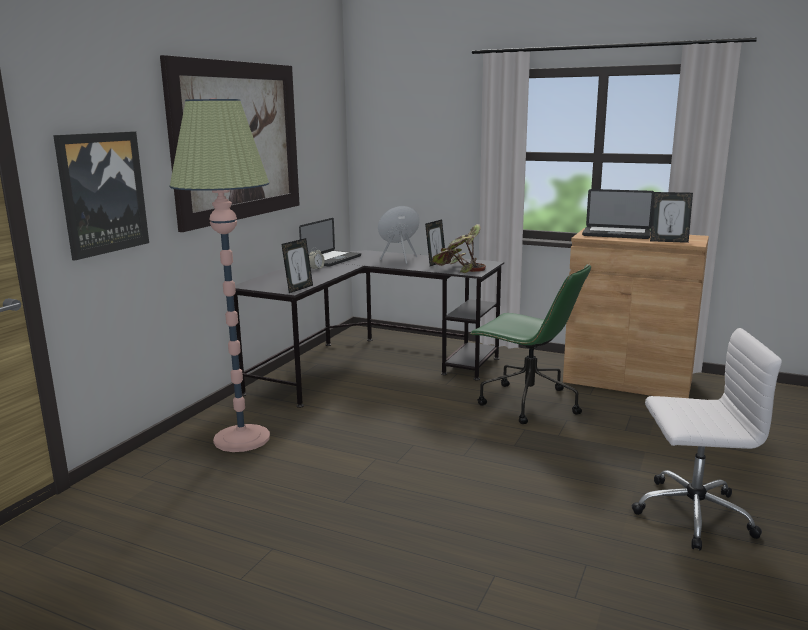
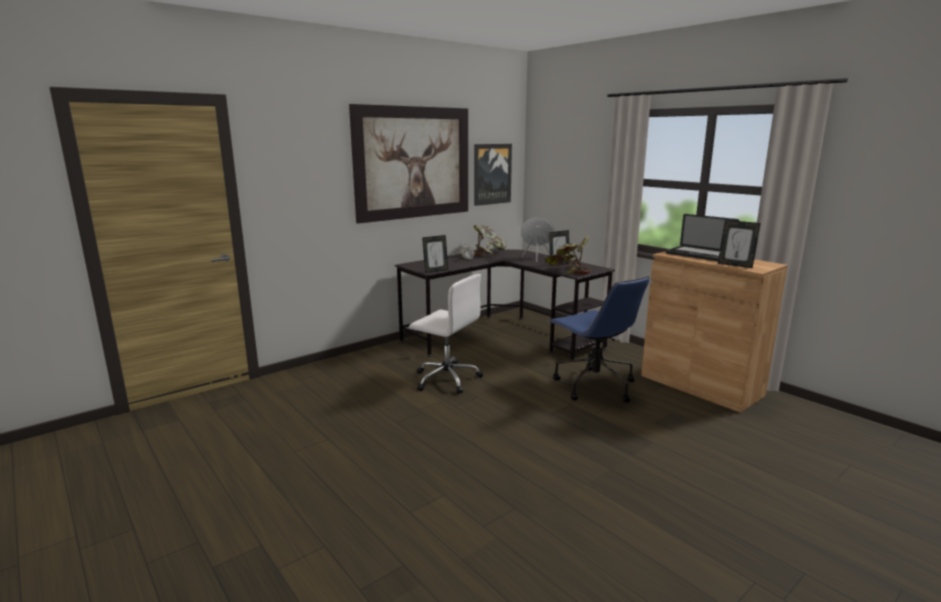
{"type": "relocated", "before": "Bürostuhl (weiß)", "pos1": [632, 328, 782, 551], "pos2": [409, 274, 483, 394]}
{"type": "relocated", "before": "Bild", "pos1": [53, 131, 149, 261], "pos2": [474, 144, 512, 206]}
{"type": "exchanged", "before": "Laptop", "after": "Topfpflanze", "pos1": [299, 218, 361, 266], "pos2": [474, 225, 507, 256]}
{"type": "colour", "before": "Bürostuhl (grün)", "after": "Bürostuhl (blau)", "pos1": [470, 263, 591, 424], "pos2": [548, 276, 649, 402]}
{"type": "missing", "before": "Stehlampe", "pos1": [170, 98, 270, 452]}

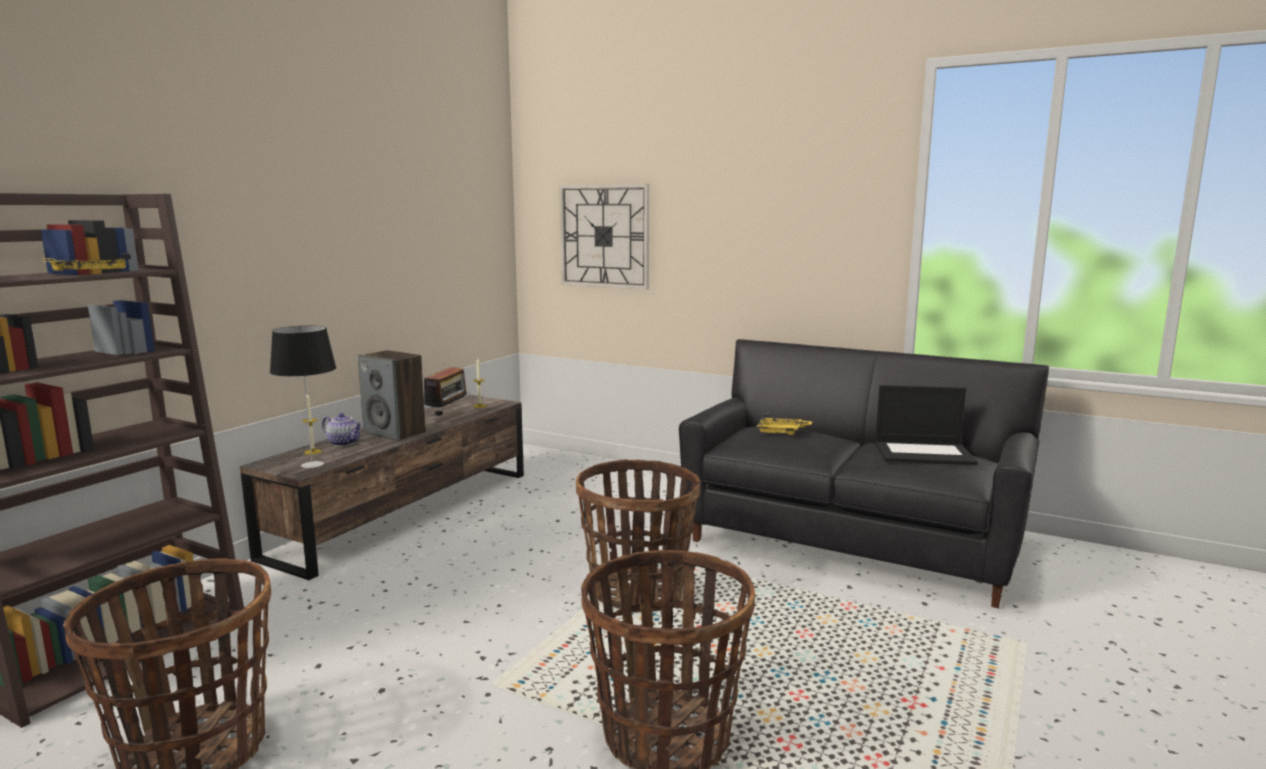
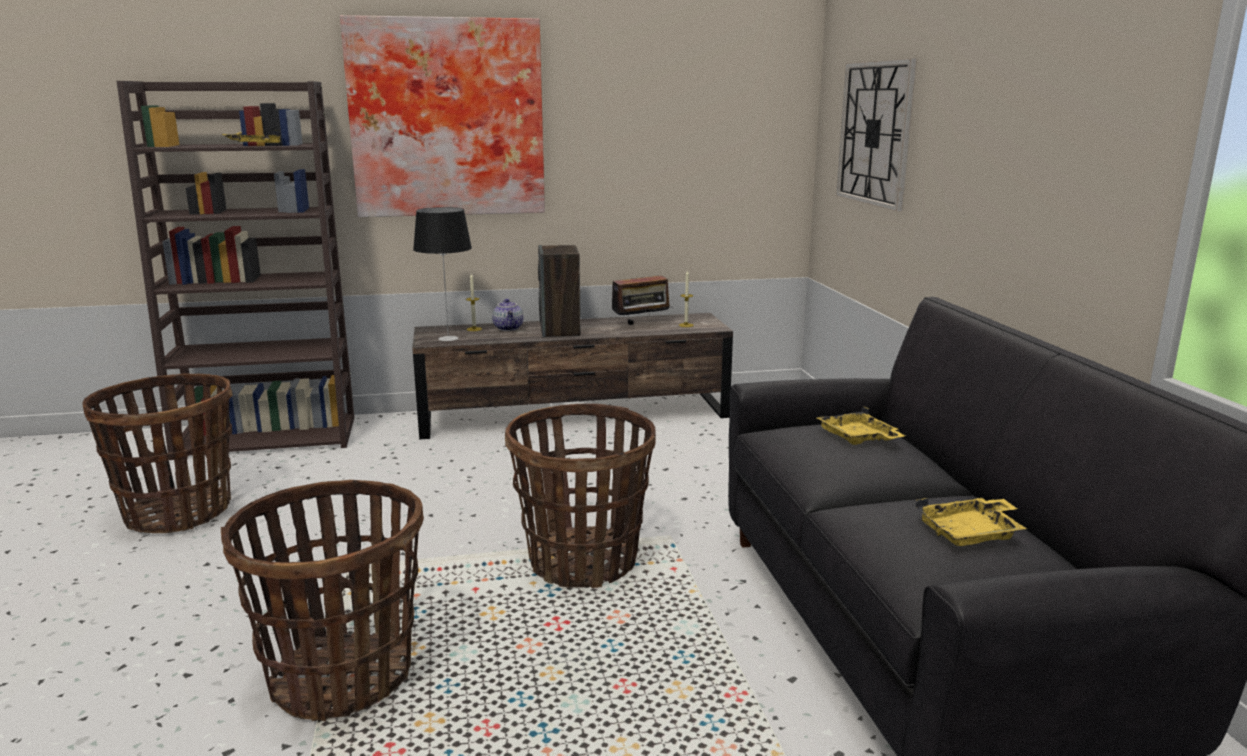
{"type": "appeared", "after": "Bild", "pos2": [340, 15, 545, 217]}
{"type": "exchanged", "before": "Laptop", "after": "Tablett (gelb)", "pos1": [875, 385, 978, 465], "pos2": [916, 497, 1027, 546]}

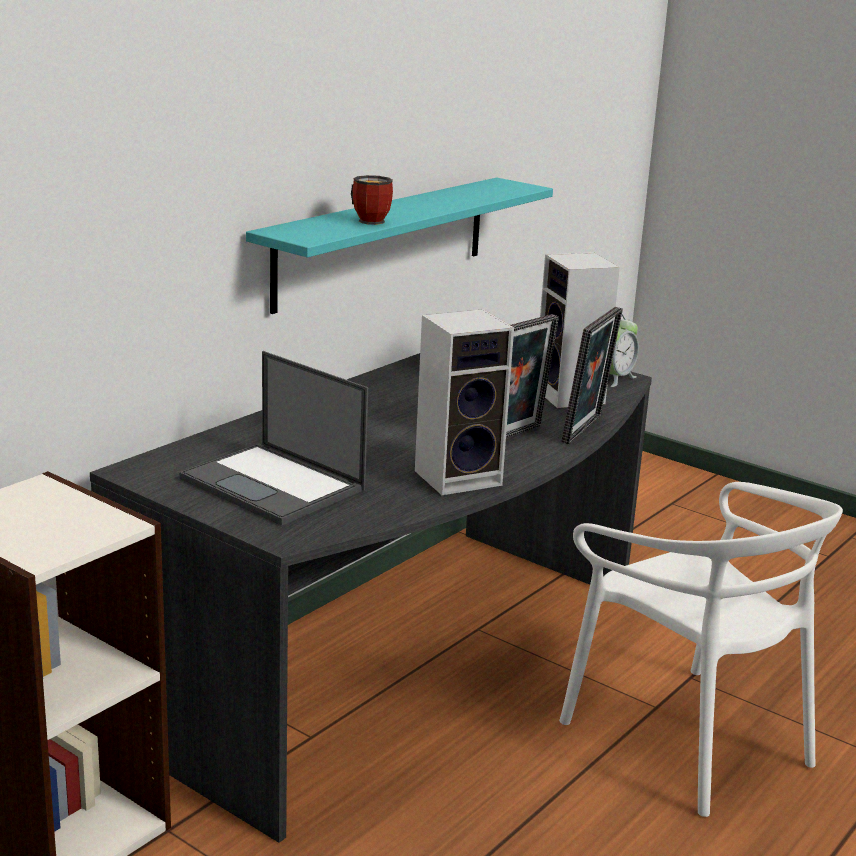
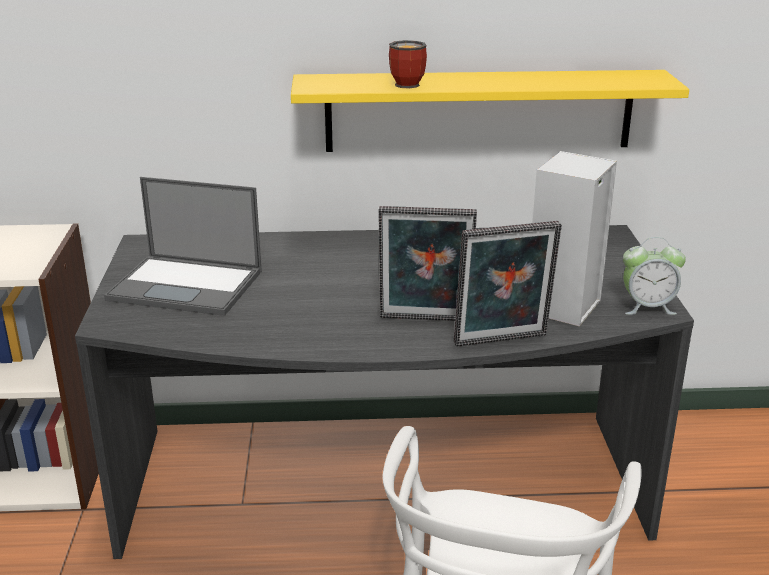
{"type": "spun", "before": "Laptop", "pos1": [179, 351, 368, 526], "pos2": [104, 177, 262, 316], "turn": -75}
{"type": "colour", "before": "Wandregal (türkis)", "after": "Wandregal (gelb)", "pos1": [246, 178, 553, 314], "pos2": [291, 70, 689, 152]}
{"type": "missing", "before": "Lautsprecher", "pos1": [415, 309, 514, 495]}

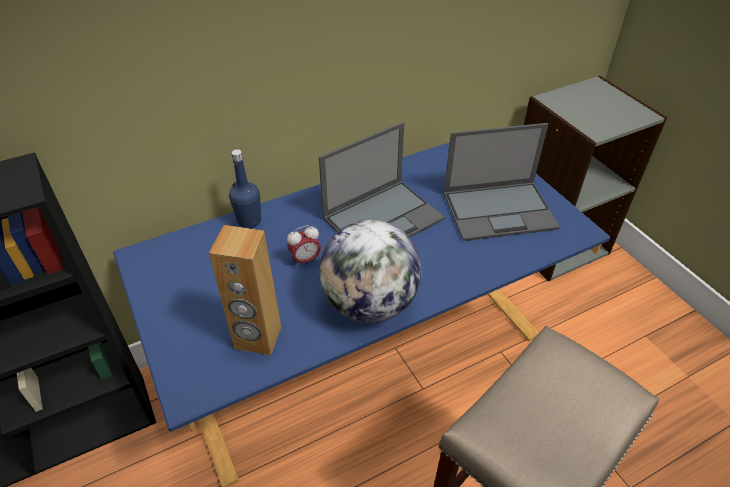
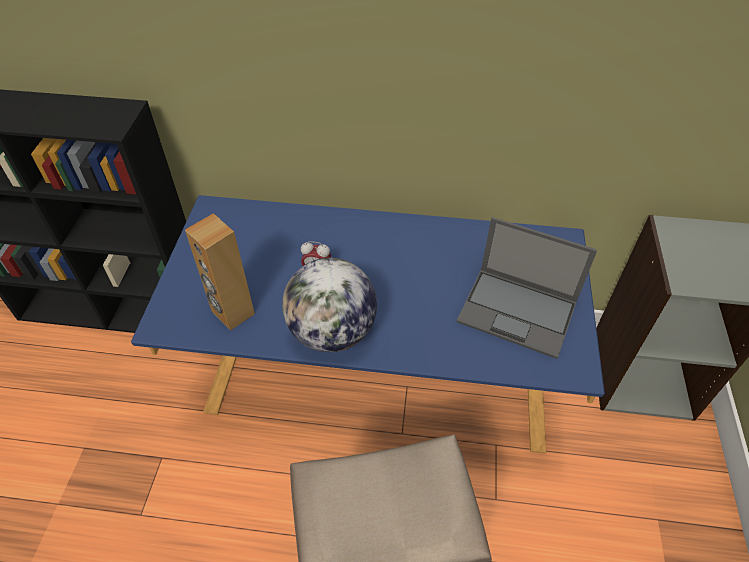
{"type": "missing", "before": "Flasche (blau)", "pos1": [229, 149, 261, 228]}
{"type": "missing", "before": "Laptop", "pos1": [319, 122, 445, 238]}

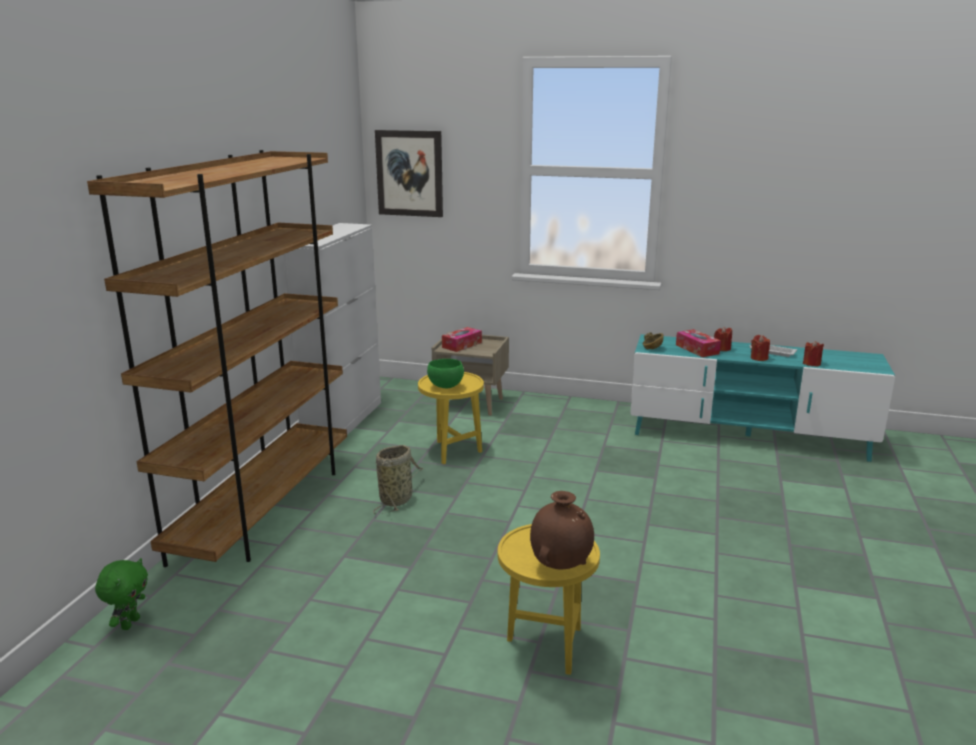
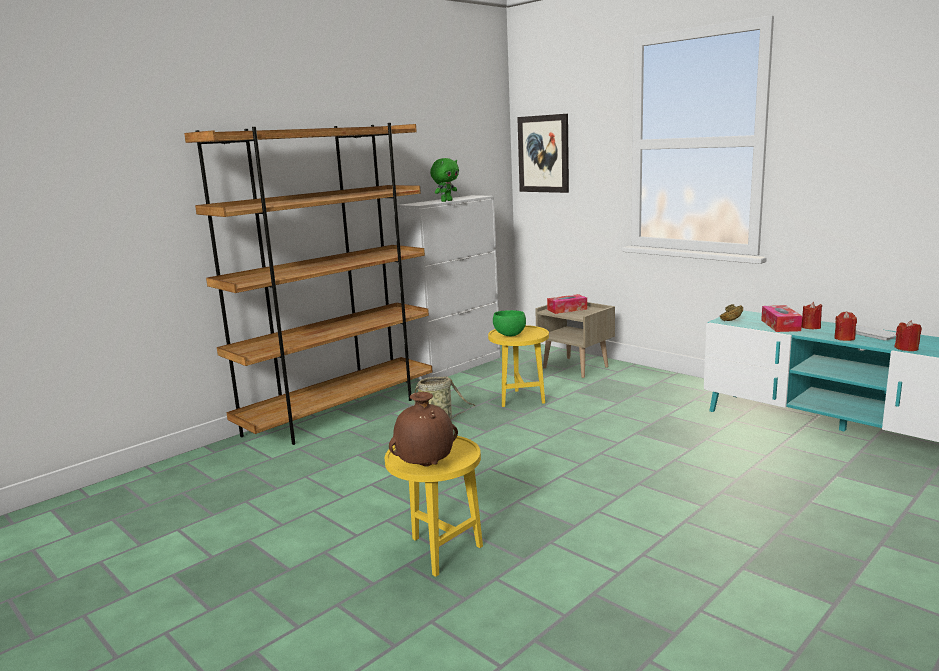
{"type": "relocated", "before": "Plüschtier (grün)", "pos1": [95, 558, 148, 630], "pos2": [430, 158, 459, 202]}

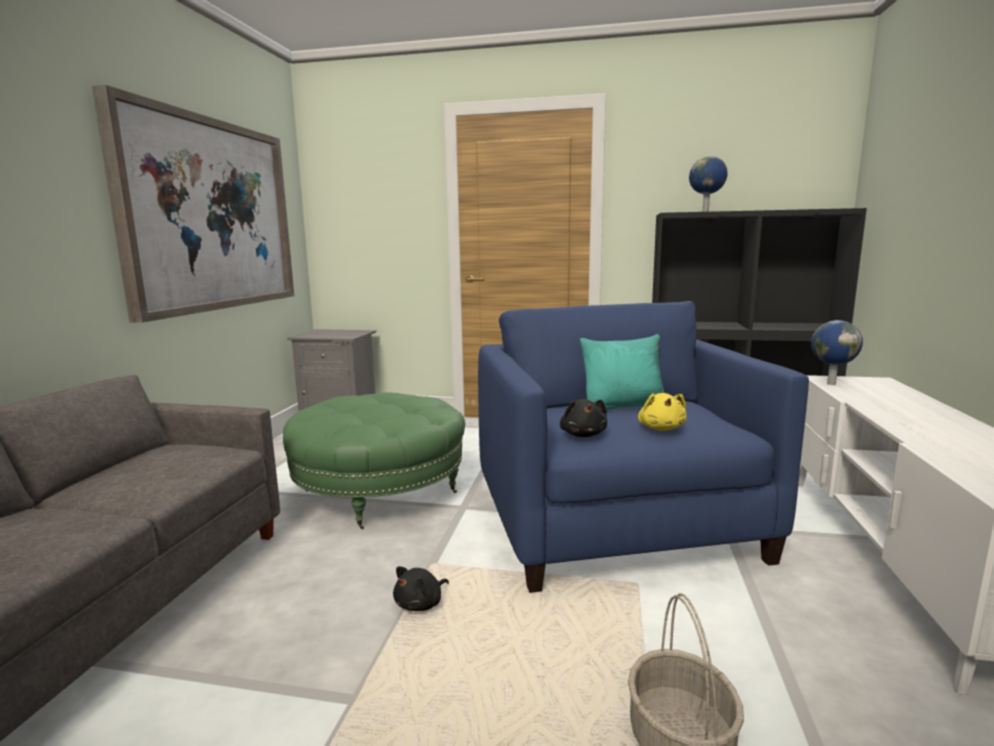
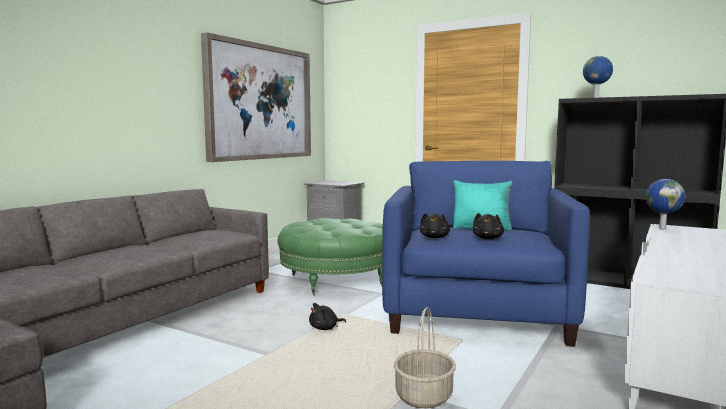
{"type": "colour", "before": "Plüschtier (gelb)", "after": "Plüschtier (schwarz)", "pos1": [638, 393, 686, 431], "pos2": [473, 213, 504, 239]}

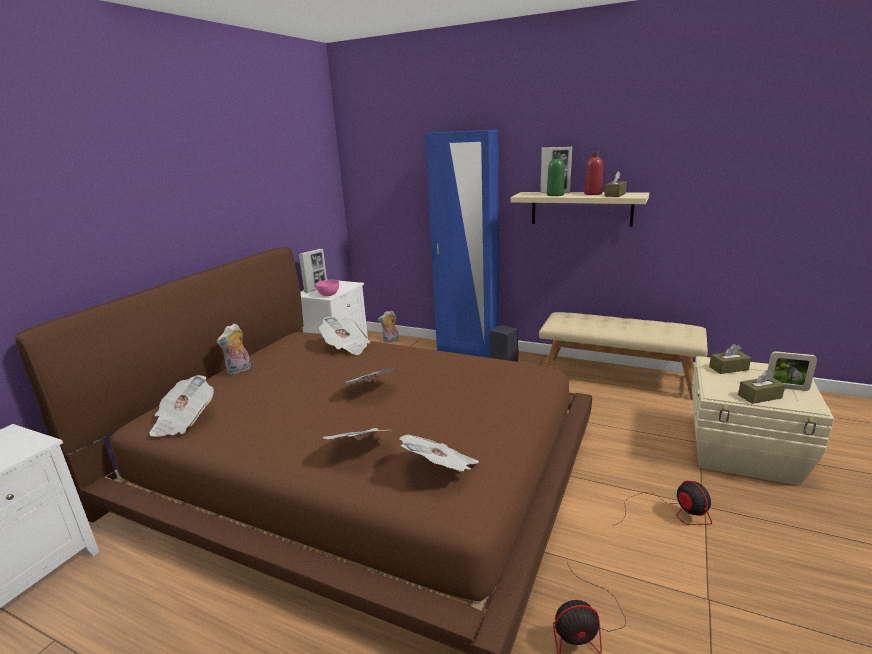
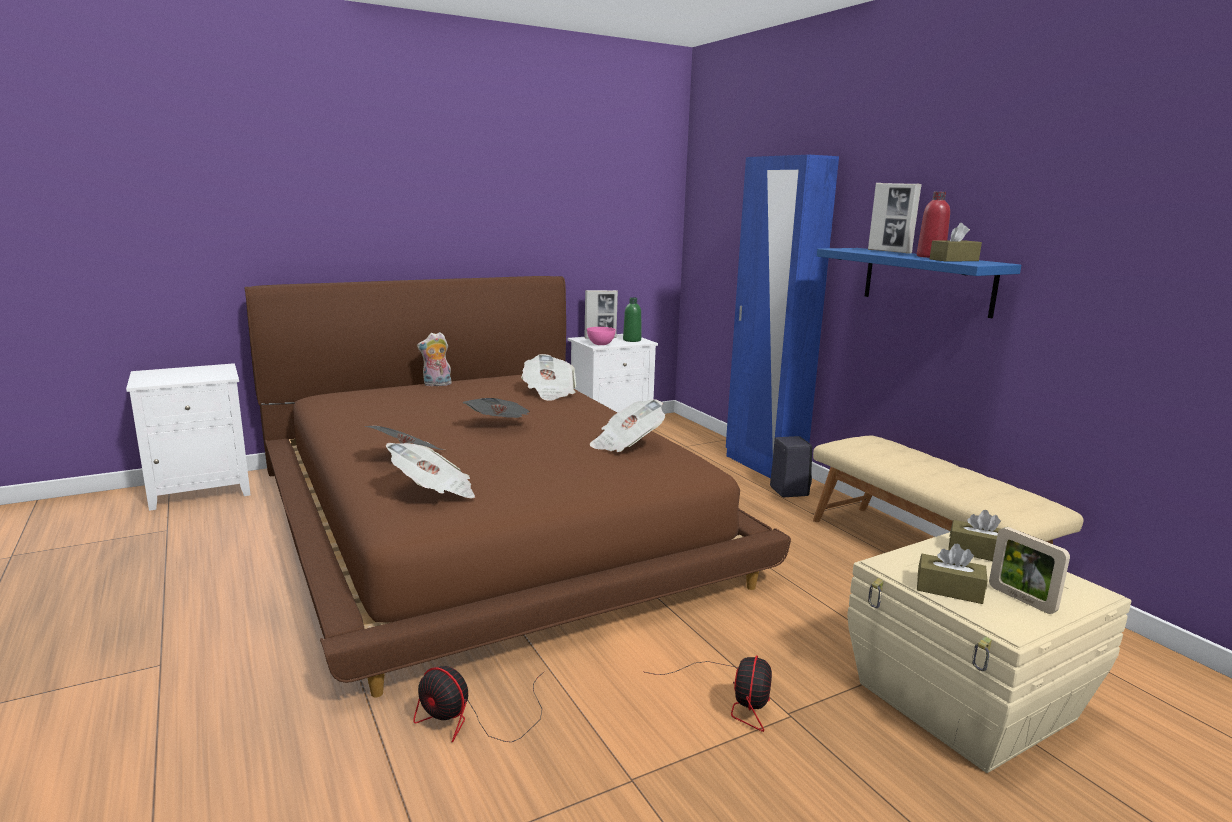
{"type": "relocated", "before": "Zeitung", "pos1": [149, 375, 214, 437], "pos2": [590, 399, 665, 452]}
{"type": "relocated", "before": "Flasche (grün)", "pos1": [547, 153, 564, 196], "pos2": [623, 297, 641, 342]}
{"type": "colour", "before": "Wandregal (beige)", "after": "Wandregal (blau)", "pos1": [511, 192, 649, 227], "pos2": [817, 248, 1021, 318]}
{"type": "missing", "before": "Plüschtier", "pos1": [378, 310, 399, 343]}

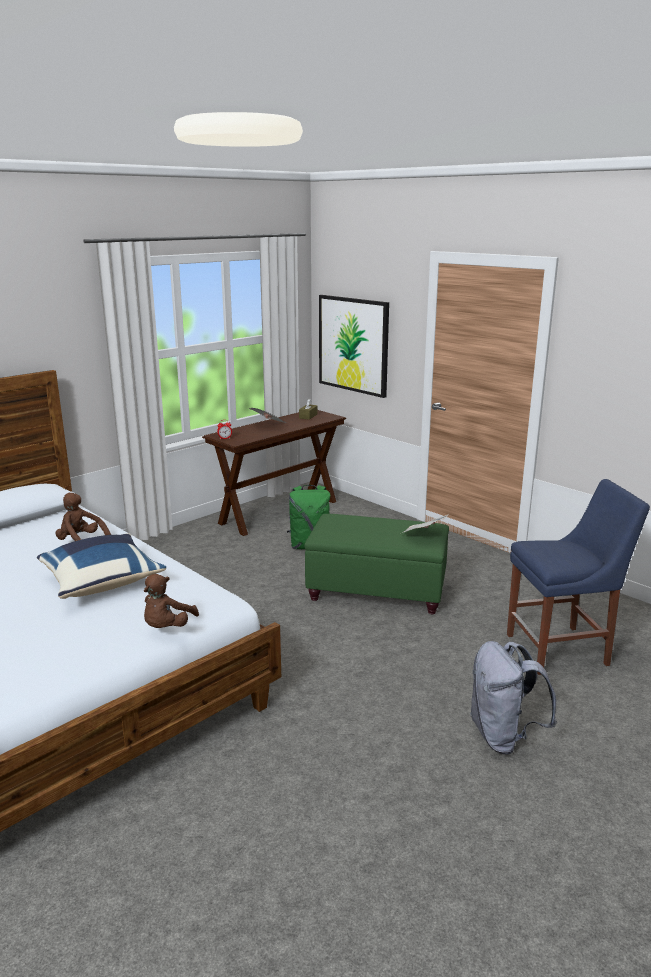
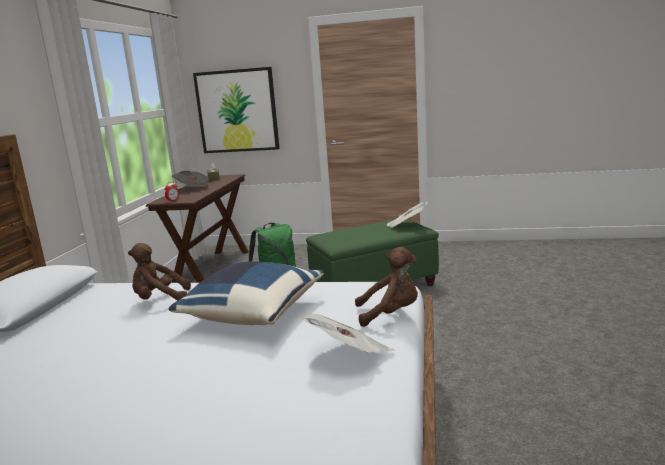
{"type": "appeared", "after": "Zeitung", "pos2": [302, 314, 395, 354]}
{"type": "spun", "before": "Plüschtier (braun)", "pos1": [144, 574, 199, 628], "pos2": [355, 247, 418, 327], "turn": -75}
{"type": "missing", "before": "Rucksack (grau)", "pos1": [470, 641, 557, 755]}
{"type": "missing", "before": "Stuhl (blau)", "pos1": [507, 479, 650, 675]}

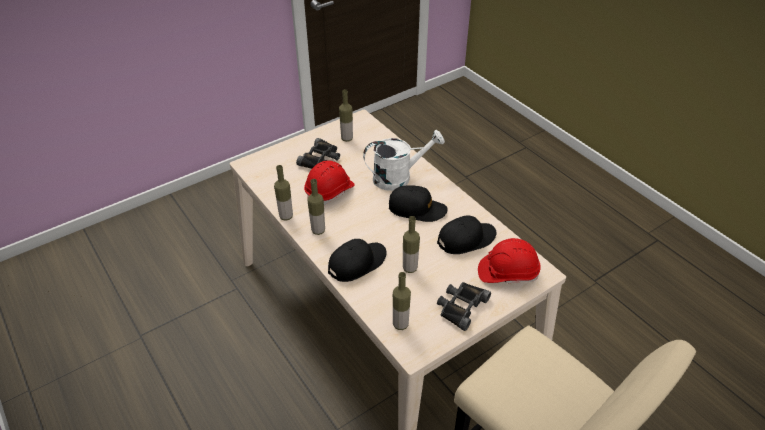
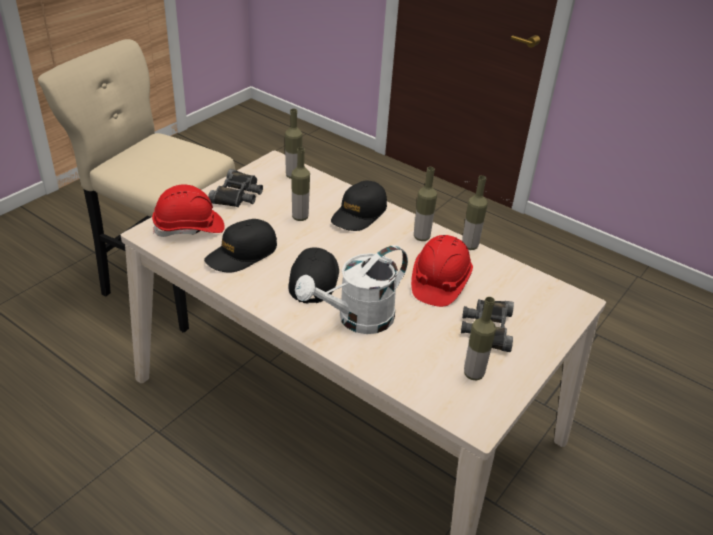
{"type": "spun", "before": "Kappe (schwarz)", "pos1": [389, 186, 448, 222], "pos2": [288, 247, 339, 304], "turn": 105}

